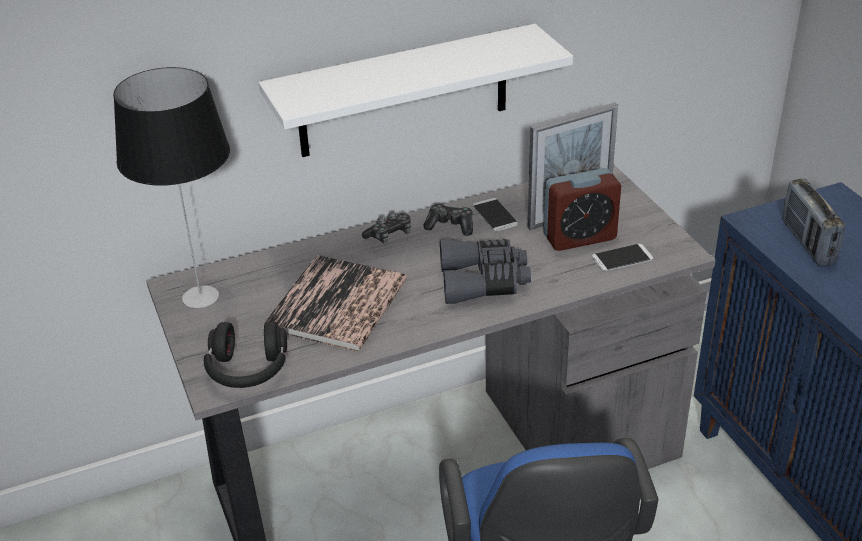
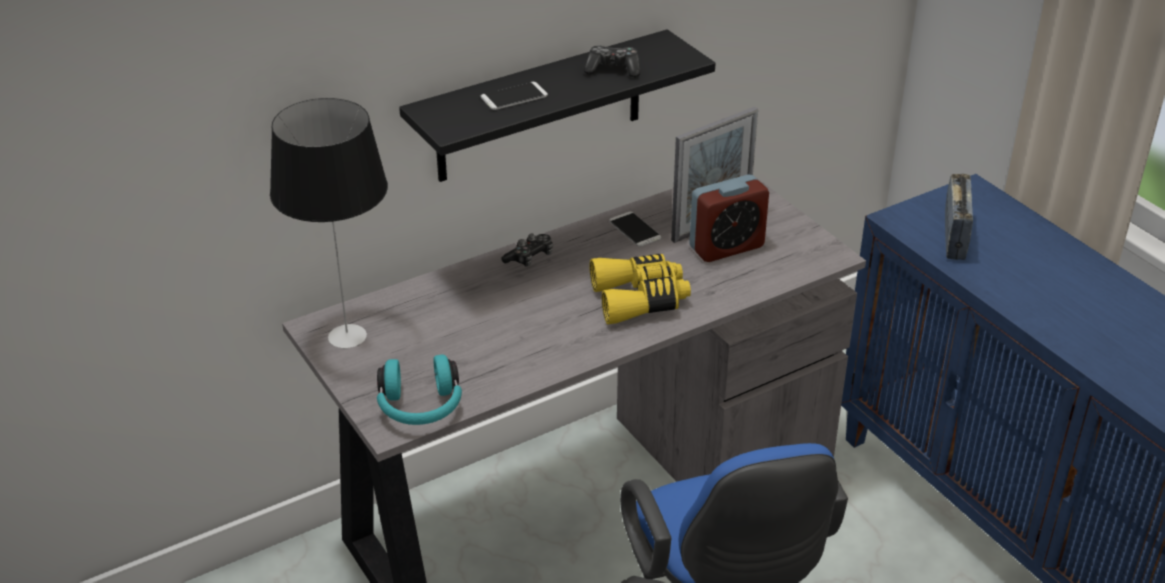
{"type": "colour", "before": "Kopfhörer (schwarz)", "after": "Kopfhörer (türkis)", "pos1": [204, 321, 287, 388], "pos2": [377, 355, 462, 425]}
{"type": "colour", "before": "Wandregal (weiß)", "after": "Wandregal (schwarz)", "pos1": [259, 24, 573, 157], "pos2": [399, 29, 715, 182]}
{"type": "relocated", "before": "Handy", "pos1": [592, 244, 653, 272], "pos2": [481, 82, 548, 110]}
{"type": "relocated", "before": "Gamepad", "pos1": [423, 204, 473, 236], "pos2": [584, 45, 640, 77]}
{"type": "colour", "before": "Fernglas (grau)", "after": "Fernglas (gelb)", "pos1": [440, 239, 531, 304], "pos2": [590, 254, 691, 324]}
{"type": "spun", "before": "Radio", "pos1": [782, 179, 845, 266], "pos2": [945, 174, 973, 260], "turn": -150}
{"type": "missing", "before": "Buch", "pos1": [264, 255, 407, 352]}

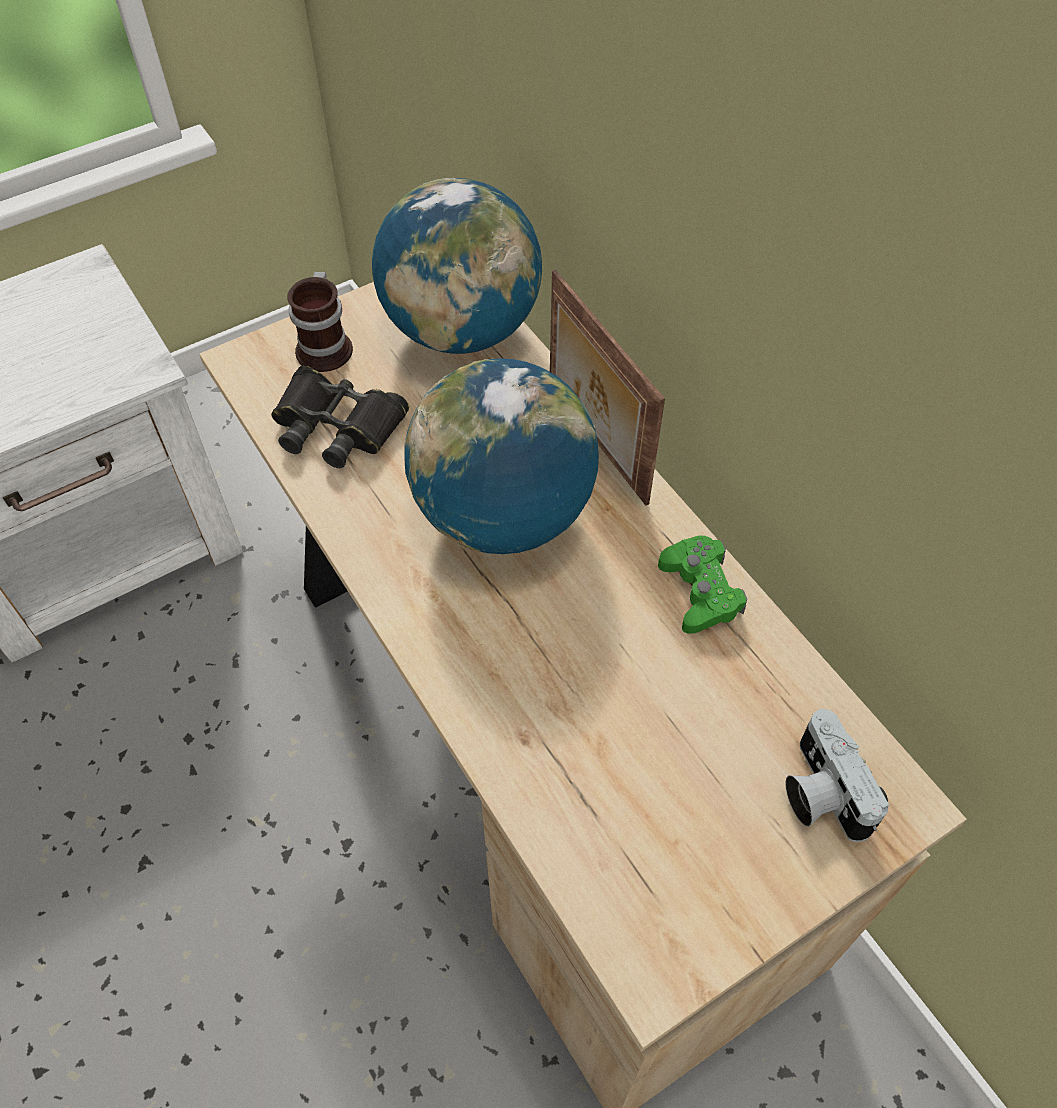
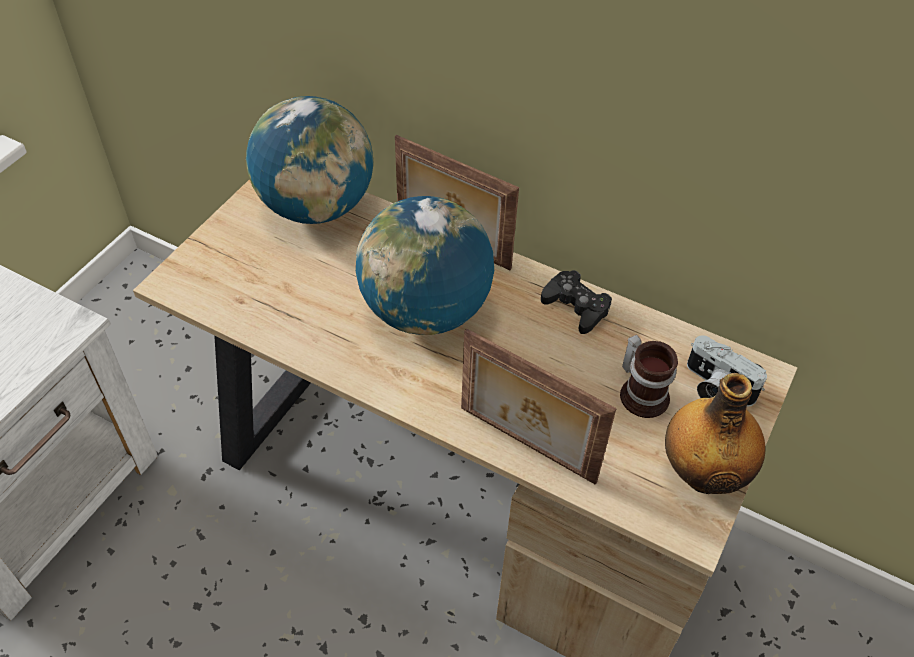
{"type": "appeared", "after": "Bilderrahmen", "pos2": [461, 328, 617, 485]}
{"type": "colour", "before": "Gamepad (grün)", "after": "Gamepad (schwarz)", "pos1": [658, 536, 747, 634], "pos2": [541, 270, 612, 334]}
{"type": "relocated", "before": "Henkelbecher", "pos1": [287, 271, 353, 372], "pos2": [620, 335, 678, 418]}
{"type": "appeared", "after": "Flasche", "pos2": [665, 373, 765, 494]}
{"type": "missing", "before": "Fernglas (schwarz)", "pos1": [271, 366, 409, 468]}

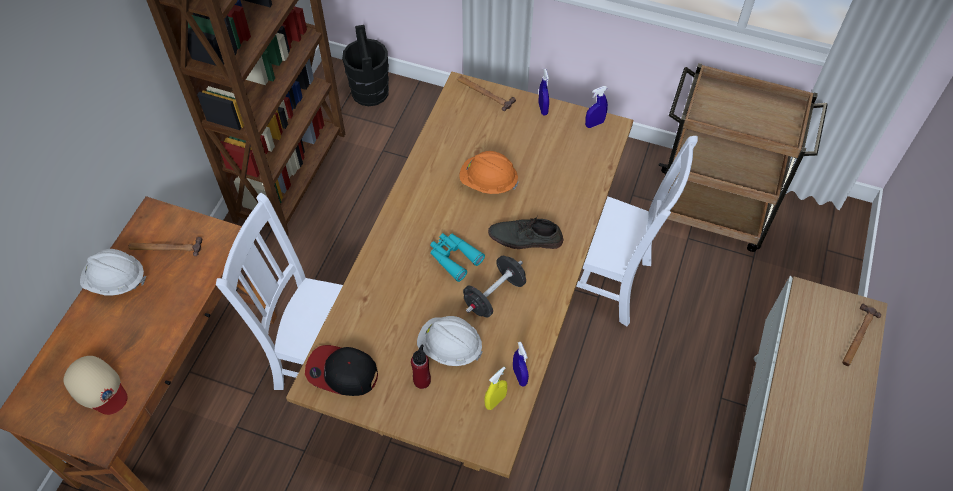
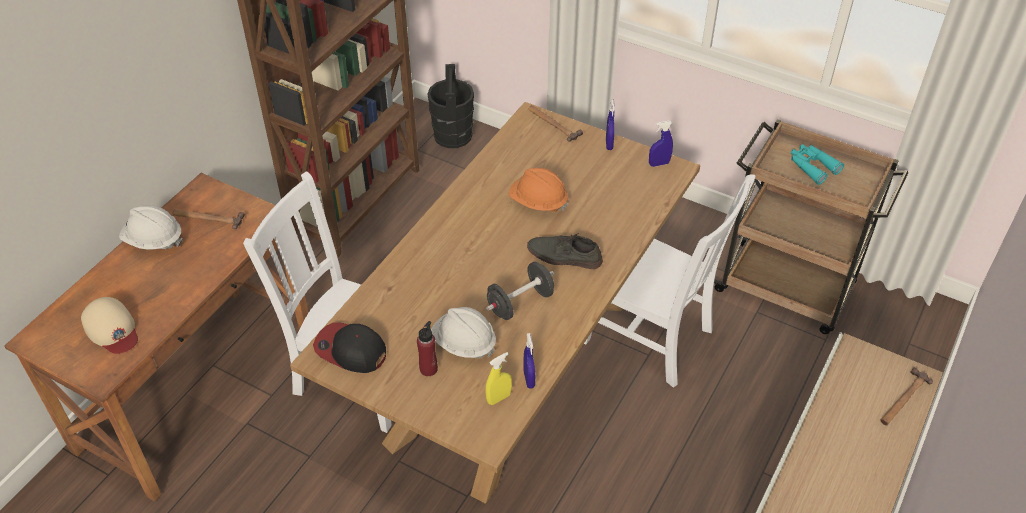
{"type": "relocated", "before": "Fernglas (türkis)", "pos1": [430, 233, 485, 282], "pos2": [791, 144, 844, 185]}

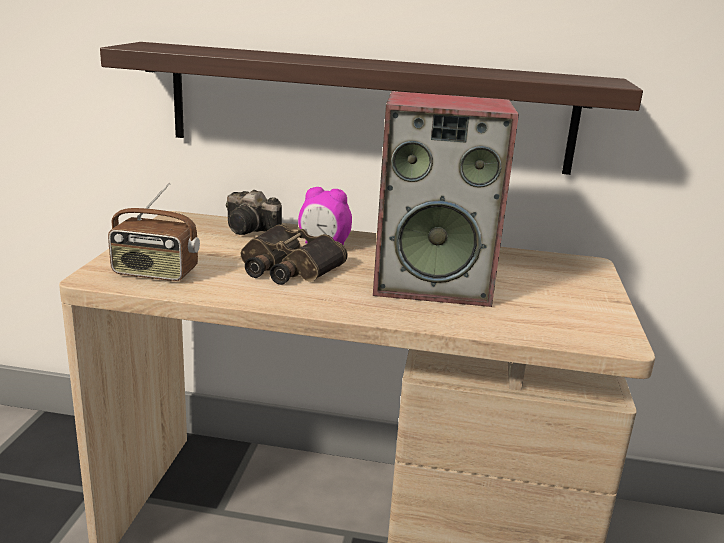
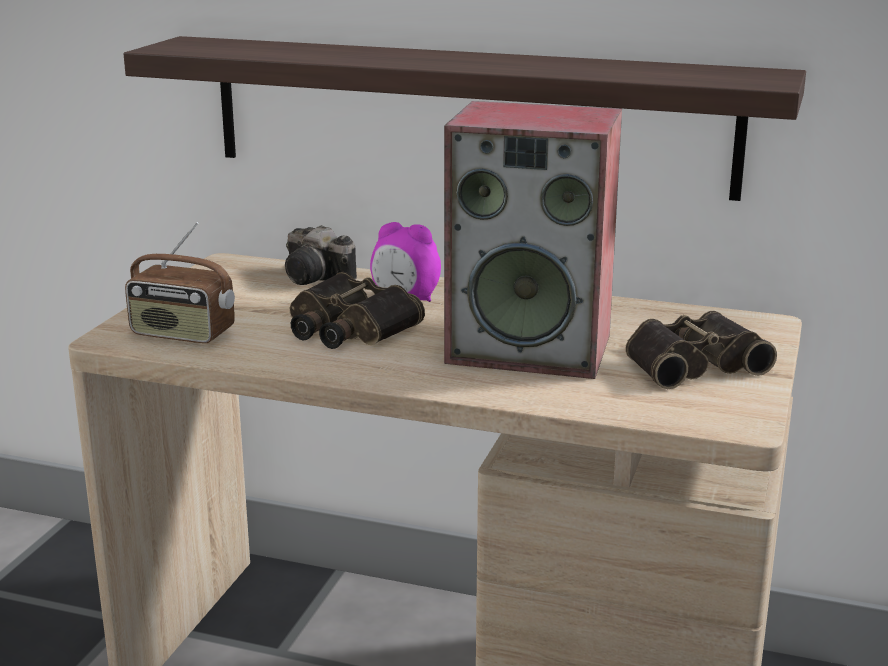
{"type": "appeared", "after": "Fernglas", "pos2": [626, 311, 777, 389]}

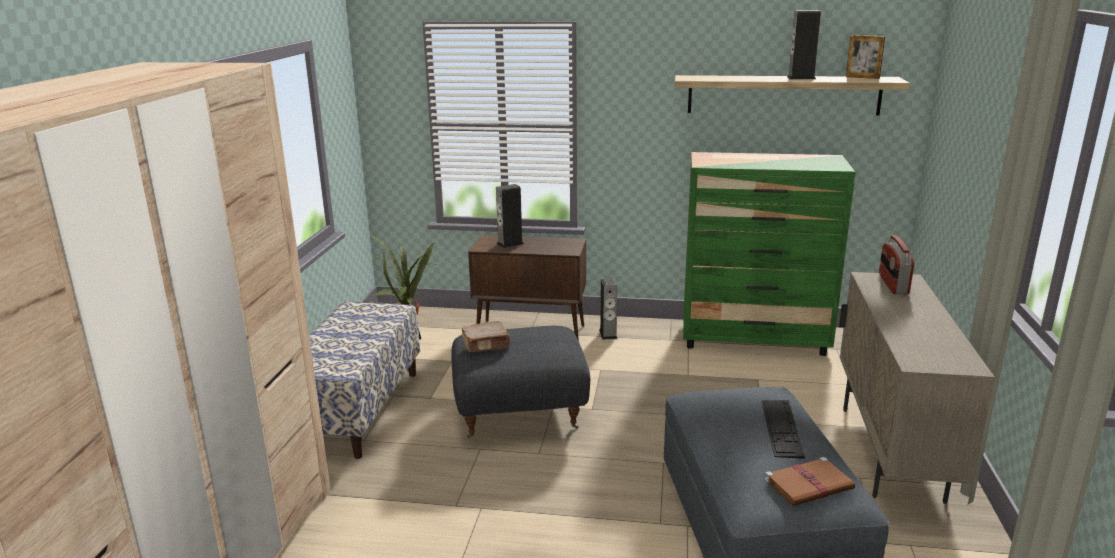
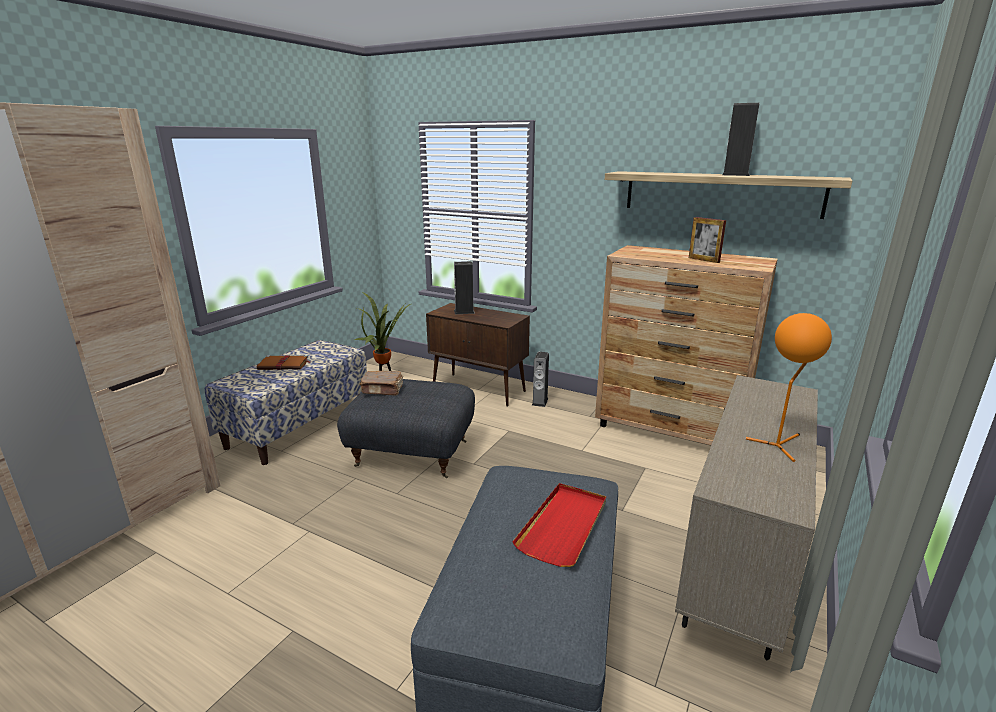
{"type": "relocated", "before": "Buch (braun)", "pos1": [765, 457, 855, 506], "pos2": [257, 355, 310, 370]}
{"type": "exchanged", "before": "Tastatur", "after": "Tablett (rot)", "pos1": [761, 400, 805, 459], "pos2": [512, 483, 606, 567]}
{"type": "colour", "before": "Kommode (grün)", "after": "Kommode (braun)", "pos1": [683, 152, 856, 356], "pos2": [595, 245, 777, 445]}
{"type": "relocated", "before": "Bilderrahmen", "pos1": [846, 35, 885, 79], "pos2": [689, 217, 726, 263]}
{"type": "appeared", "after": "Tischlampe (orange)", "pos2": [746, 313, 832, 462]}
{"type": "missing", "before": "Radio", "pos1": [879, 235, 914, 295]}

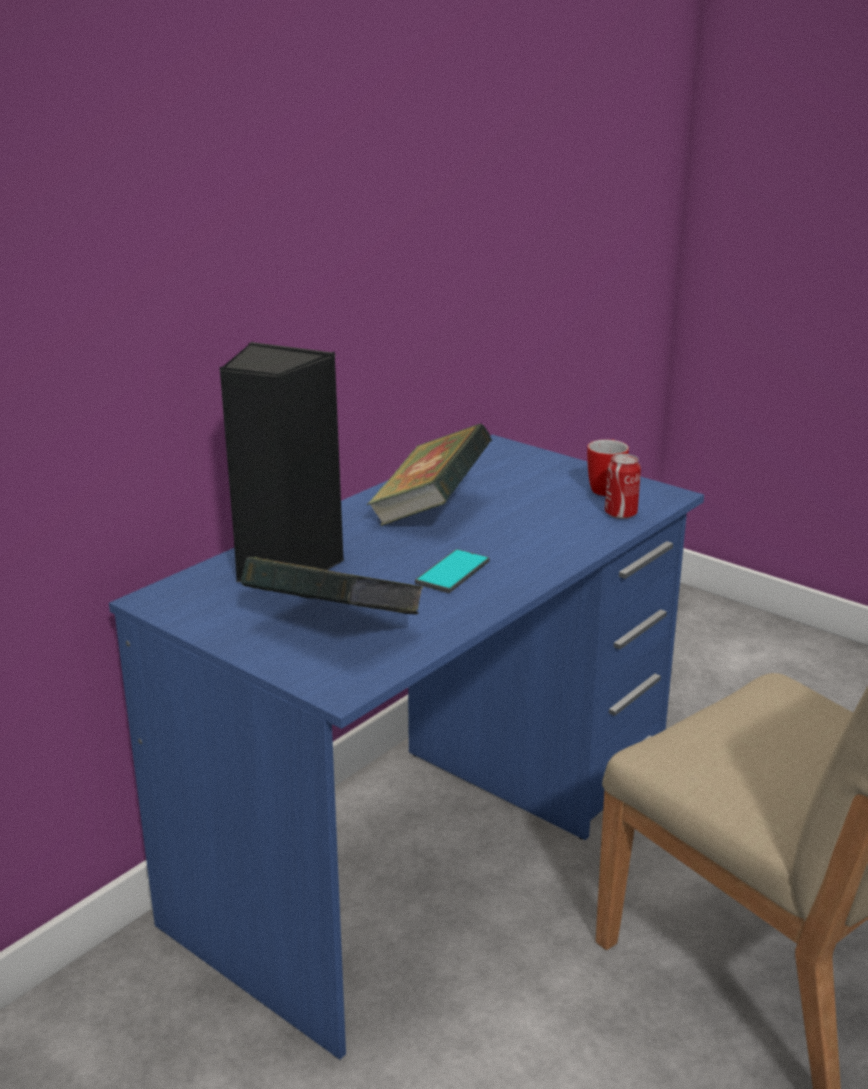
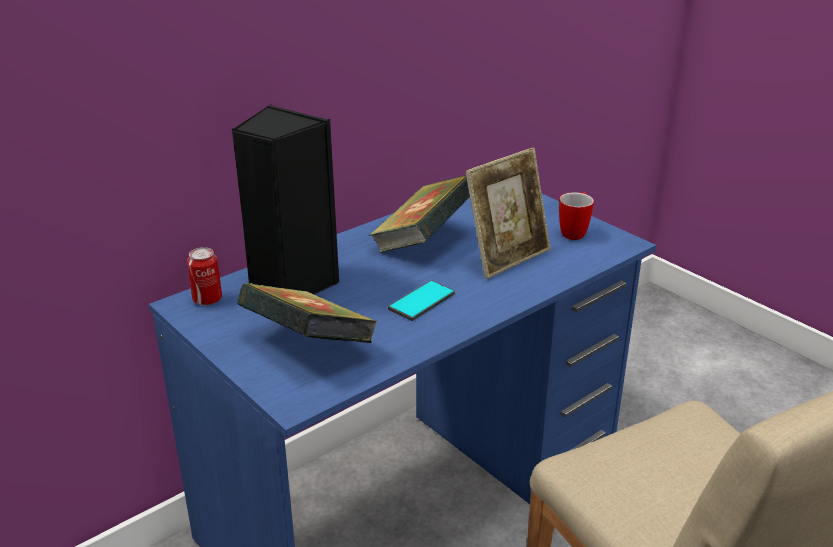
{"type": "relocated", "before": "Dose", "pos1": [605, 454, 641, 519], "pos2": [187, 247, 222, 305]}
{"type": "appeared", "after": "Bilderrahmen", "pos2": [465, 148, 551, 279]}

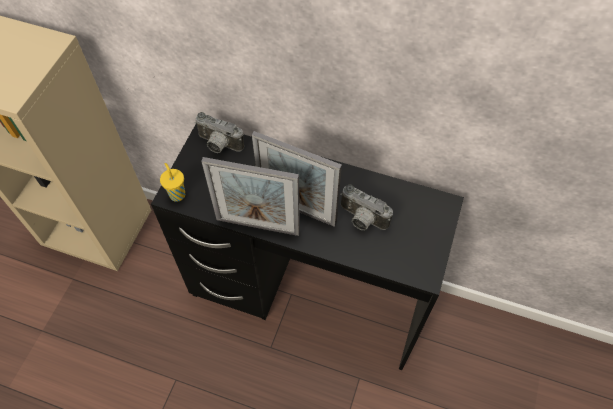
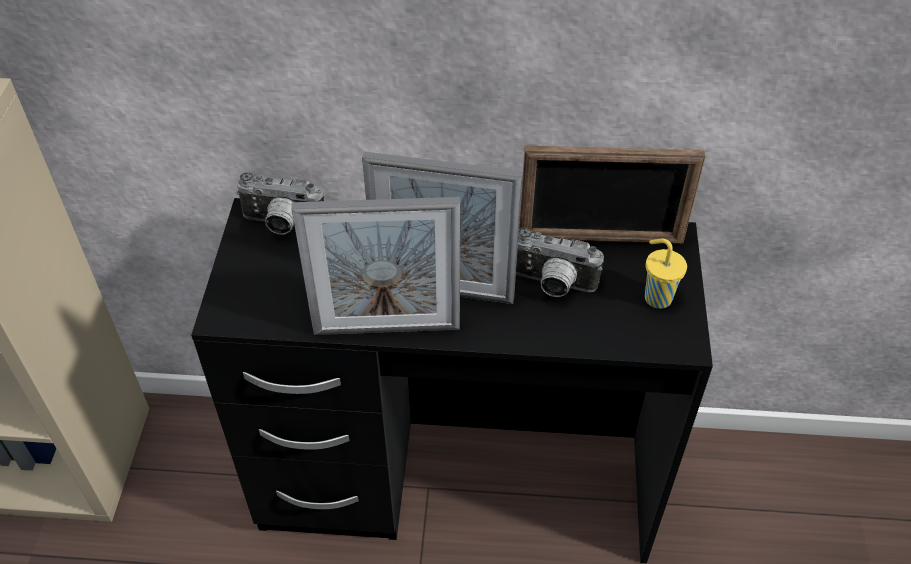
{"type": "appeared", "after": "Bilderrahmen", "pos2": [519, 145, 706, 244]}
{"type": "relocated", "before": "Tasse (gelb)", "pos1": [160, 163, 185, 202], "pos2": [645, 238, 687, 309]}

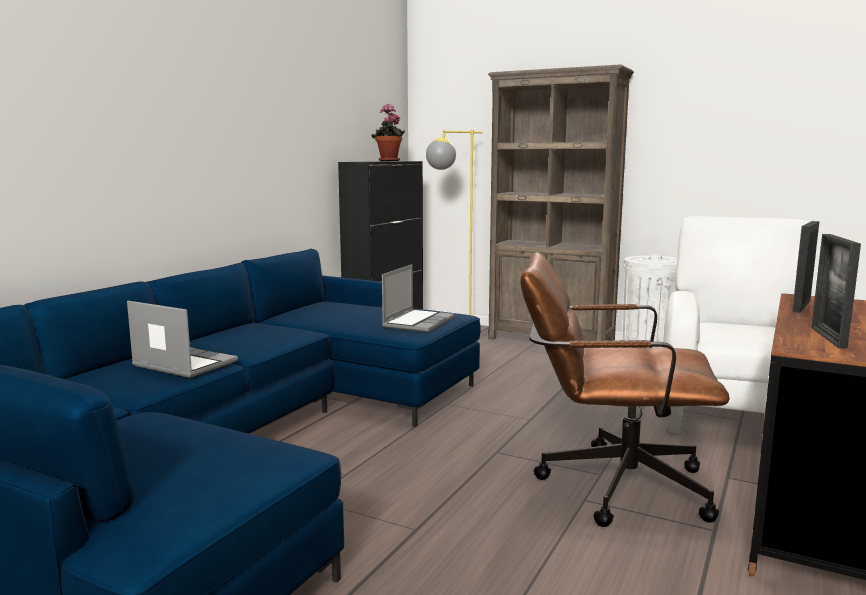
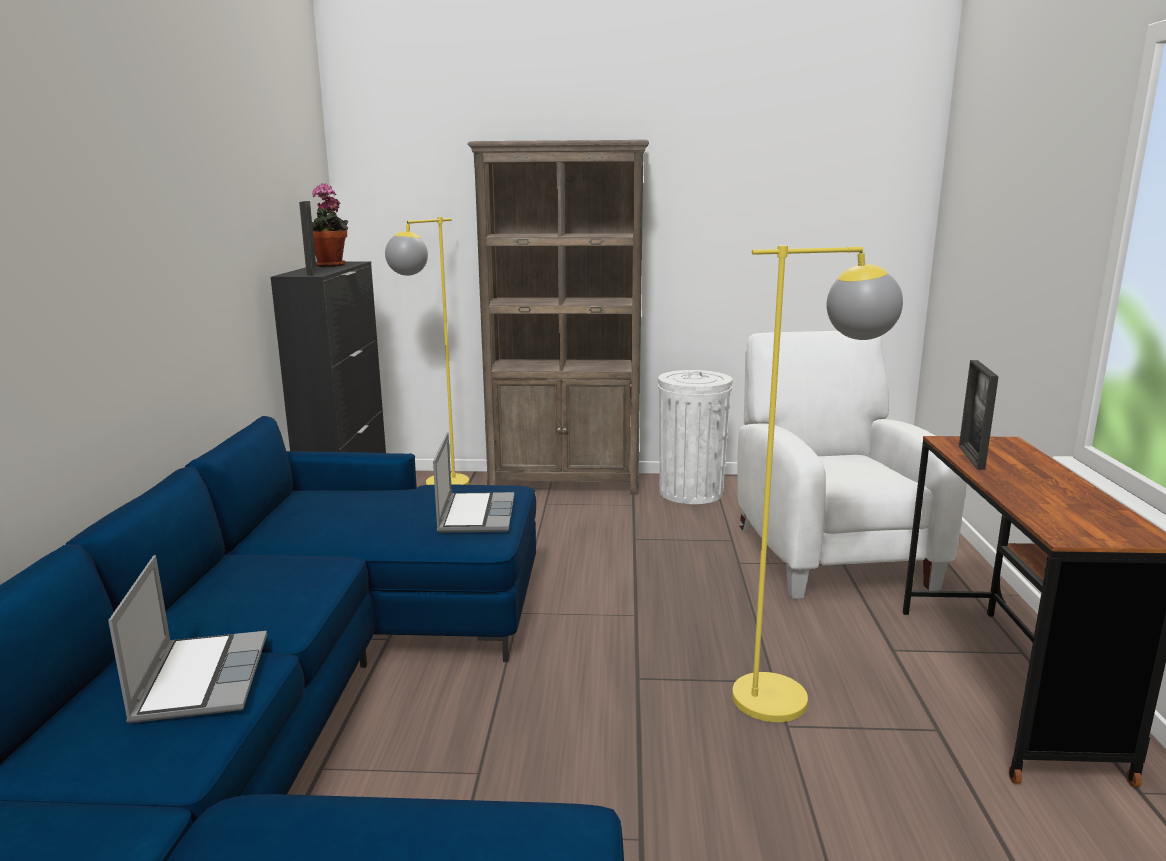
{"type": "spun", "before": "Laptop", "pos1": [127, 301, 238, 378], "pos2": [108, 555, 267, 723], "turn": 75}
{"type": "relocated", "before": "Bilderrahmen", "pos1": [811, 234, 861, 349], "pos2": [299, 201, 317, 275]}
{"type": "exchanged", "before": "Bürostuhl (braun)", "after": "Stehlampe (gelb)", "pos1": [520, 252, 730, 527], "pos2": [732, 245, 903, 722]}

